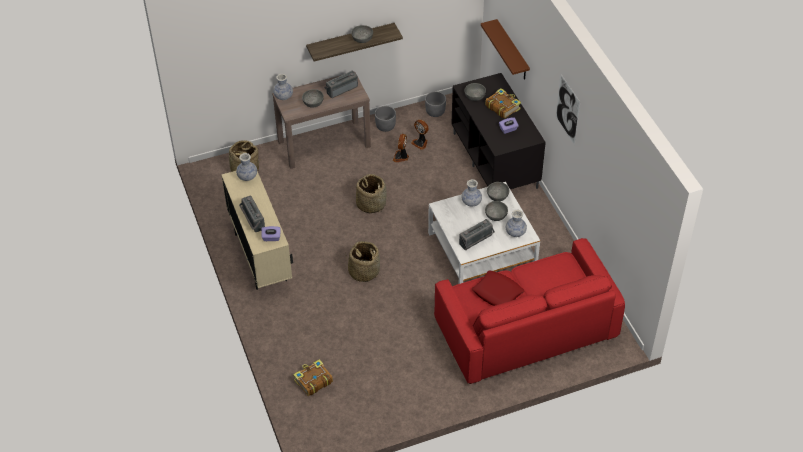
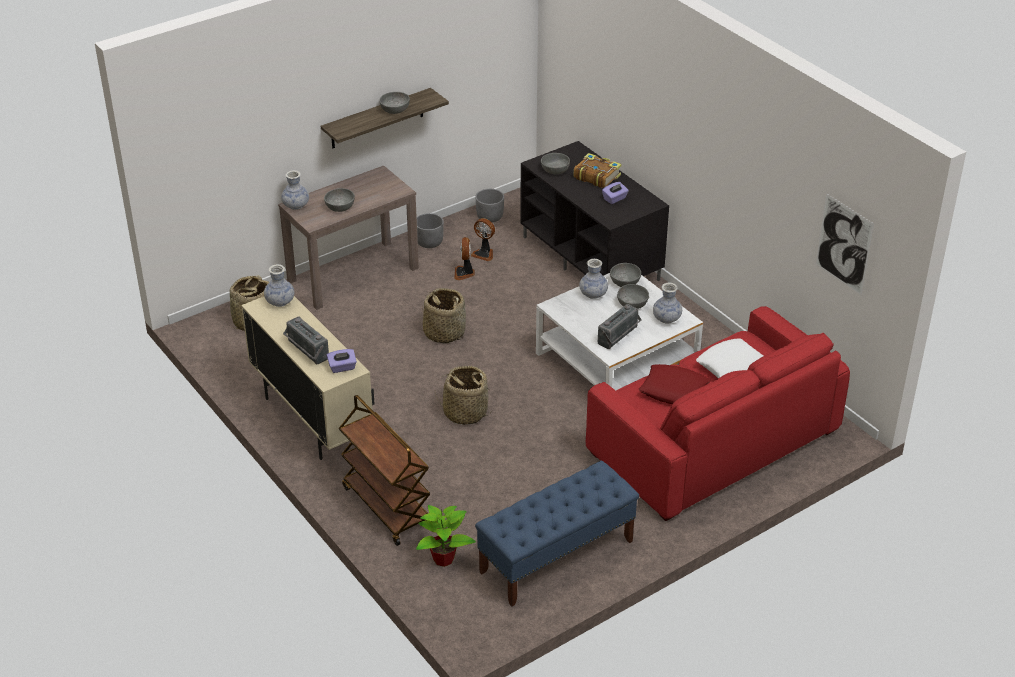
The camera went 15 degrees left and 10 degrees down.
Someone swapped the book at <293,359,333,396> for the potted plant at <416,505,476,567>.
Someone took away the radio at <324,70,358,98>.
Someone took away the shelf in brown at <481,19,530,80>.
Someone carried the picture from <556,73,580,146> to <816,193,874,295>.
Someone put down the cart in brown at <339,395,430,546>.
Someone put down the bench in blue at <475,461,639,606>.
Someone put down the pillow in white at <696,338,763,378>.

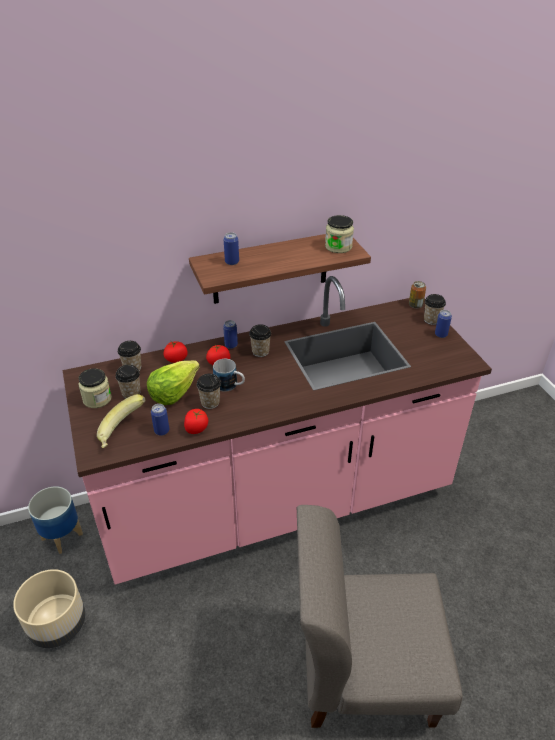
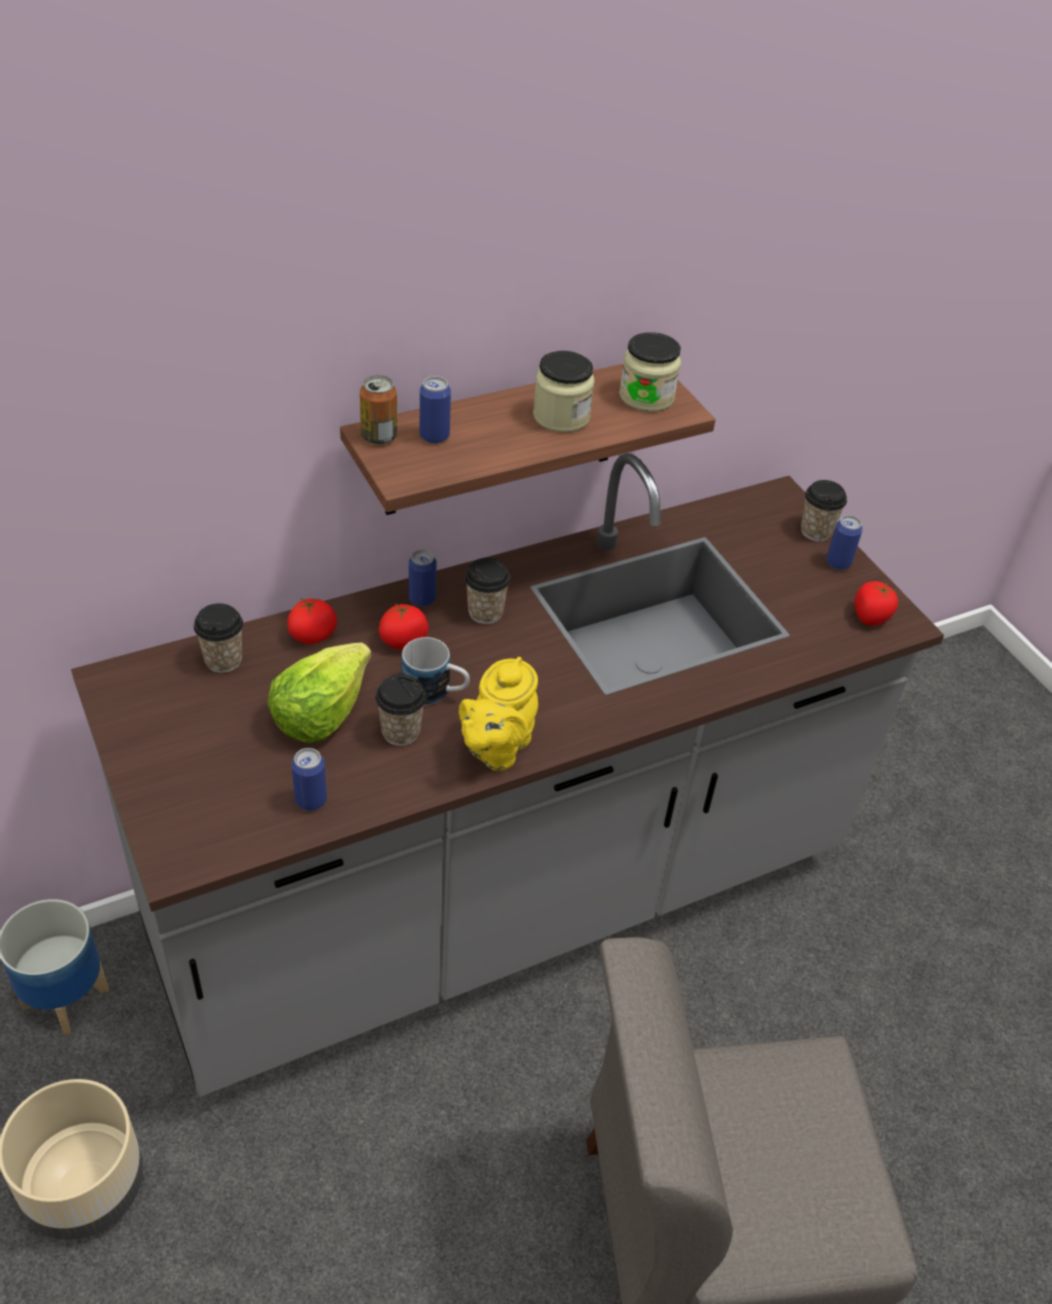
The camera went 10 degrees left and 5 degrees up.
Someone repainted the counter in pink at <63,276,492,585>, which became the counter in grey at <71,453,944,1097>.
Someone carried the jar from <78,368,112,408> to <533,351,595,432>.
Someone took away the banana at <97,394,145,448>.
Someone took away the cup at <115,365,141,399>.
Someone carried the tomato from <184,409,208,434> to <855,581,898,626>.
Someone carried the can from <409,281,426,309> to <360,375,397,445>.
Someone put down the teapot in yellow at <459,657,538,771>.

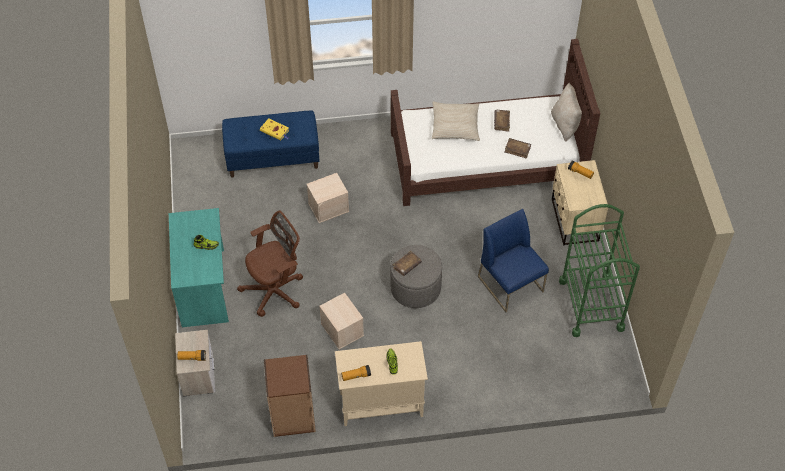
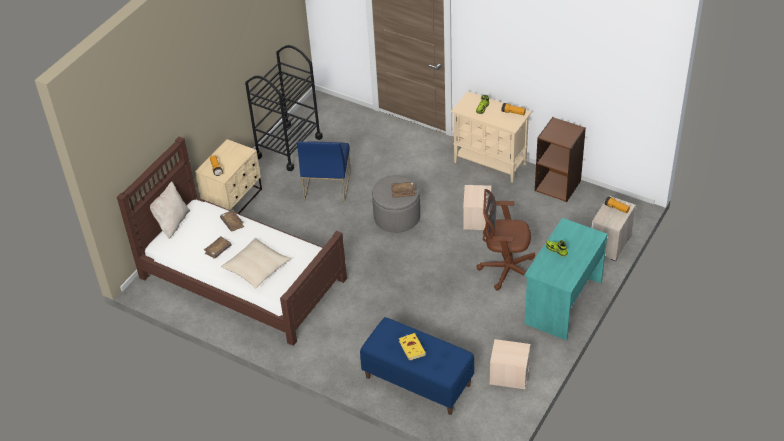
The camera went 140 degrees left and 10 degrees down.
Someone carried the storage box in beige from <306,173,349,223> to <490,339,530,389>.
Someone repainted the cart in green at <559,204,640,337>, which became the cart in black at <245,45,323,171>.

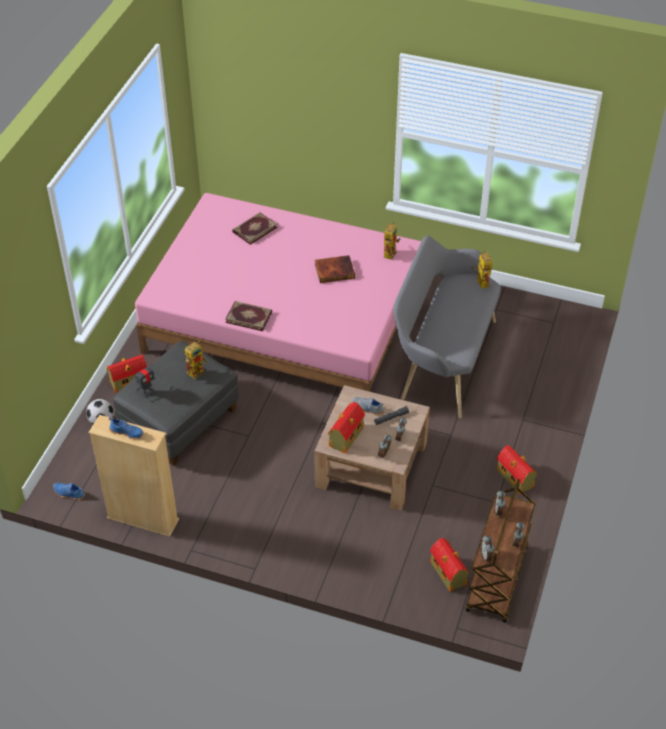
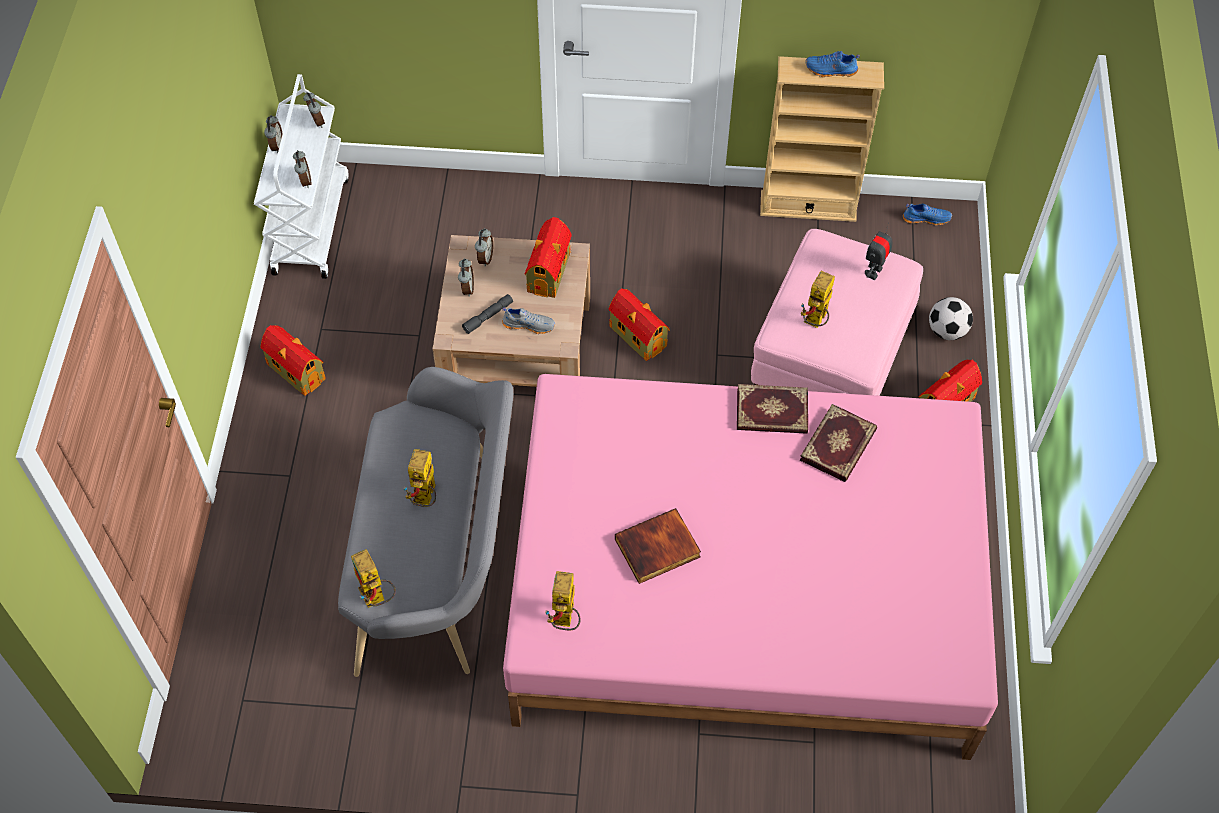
The camera went 165 degrees right and 10 degrees up.
Someone repainted the ottoman in grey at <113,341,239,466>, which became the ottoman in pink at <751,229,923,396>.
Someone carried the book from <232,212,278,245> to <800,404,877,482>.
Someone carried the toy house from <430,538,469,592> to <608,289,670,361>.
Someone repainted the cart in brown at <465,479,536,623>, which became the cart in white at <254,74,348,279>.
Someone put down the toy robot at <403,449,436,507>.

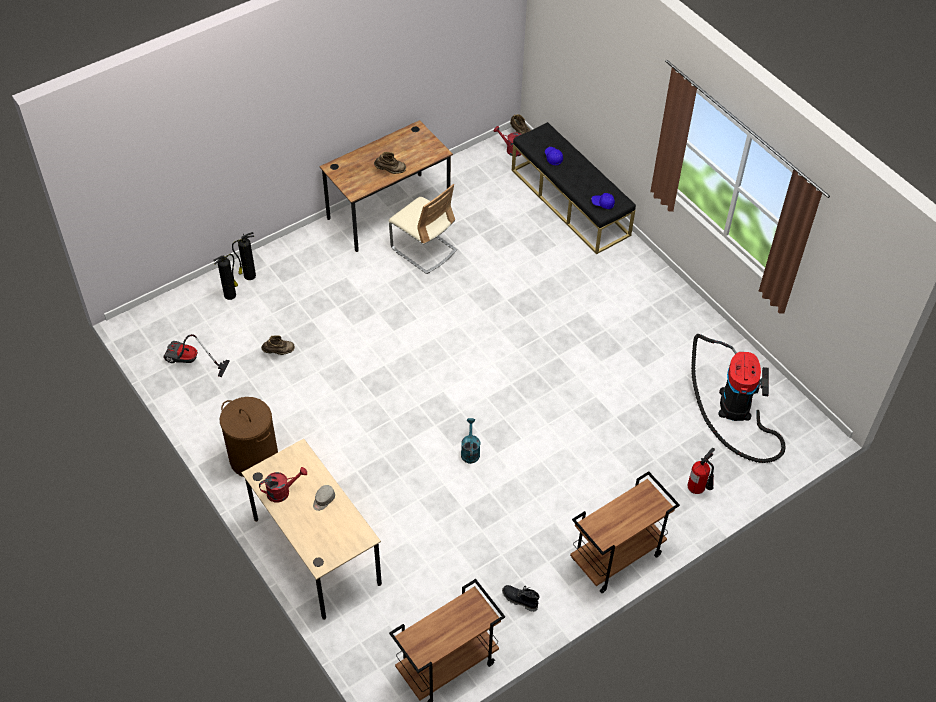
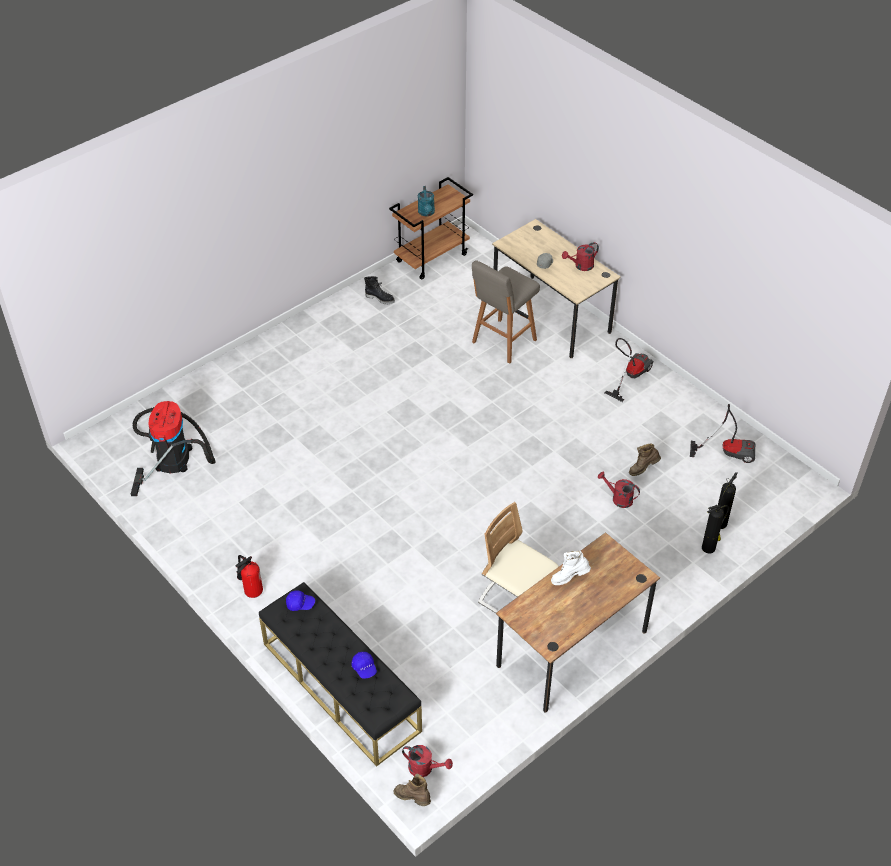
The camera went 175 degrees right and 5 degrees down.
Someone swapped the laundry basket in brown at <220,397,278,477> for the vacuum cleaner at <605,338,654,402>.
Someone repainted the boot in brown at <374,152,406,174>, which became the boot in white at <551,551,591,585>.
Someone carried the watering can in turquoise from <461,418,480,464> to <418,186,435,216>.
Someone took away the cart in brown at <570,471,680,593>.
Someone carried the fire extinguisher from <688,448,715,494> to <235,555,263,598>.
Someone put down the stool in grey at <472,260,540,364>.
Someone put down the watering can in red at <598,472,640,508>.

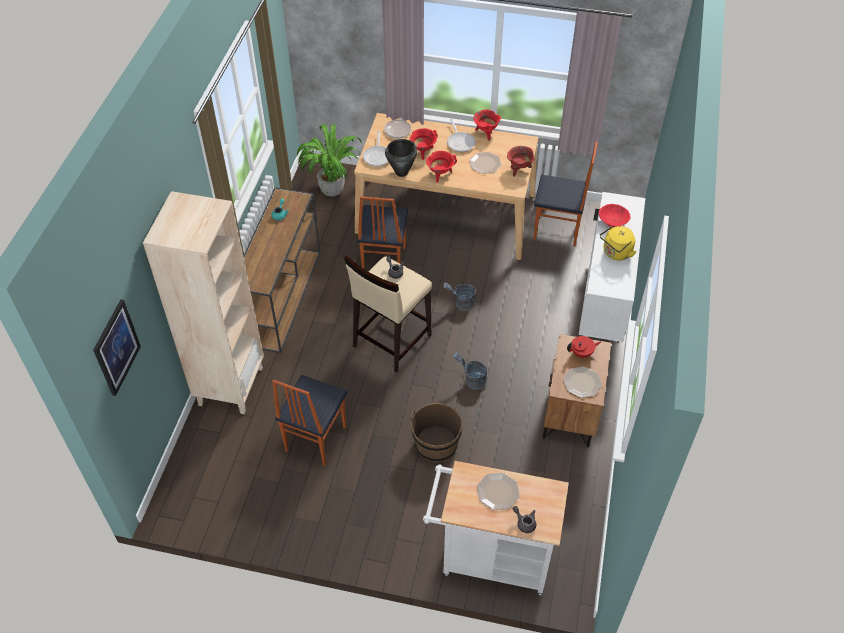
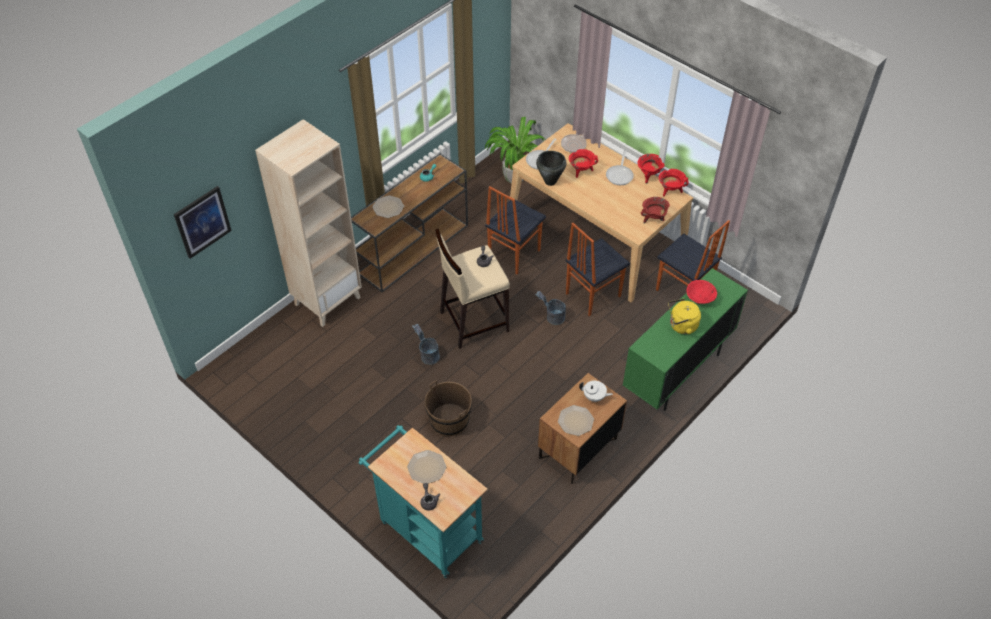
The camera went 30 degrees right and 0 degrees up.
Someone carried the chair from <272,375,348,466> to <566,222,630,316>.
Someone repainted the cart in white at <423,461,569,595>, which became the cart in turquoise at <358,425,488,578>.
Someone carried the cooking pot in red from <426,151,457,182> to <659,169,689,196>.
Someone carried the bucket in grey from <453,353,487,390> to <412,324,440,365>.
Someone carried the plate from <469,152,502,174> to <372,195,404,218>.
Someone repainted the teapot in red at <567,336,601,358>, which became the teapot in white at <579,381,613,402>.
Someone repainted the cabinet in white at <579,192,645,343>, which became the cabinet in green at <623,268,748,411>.

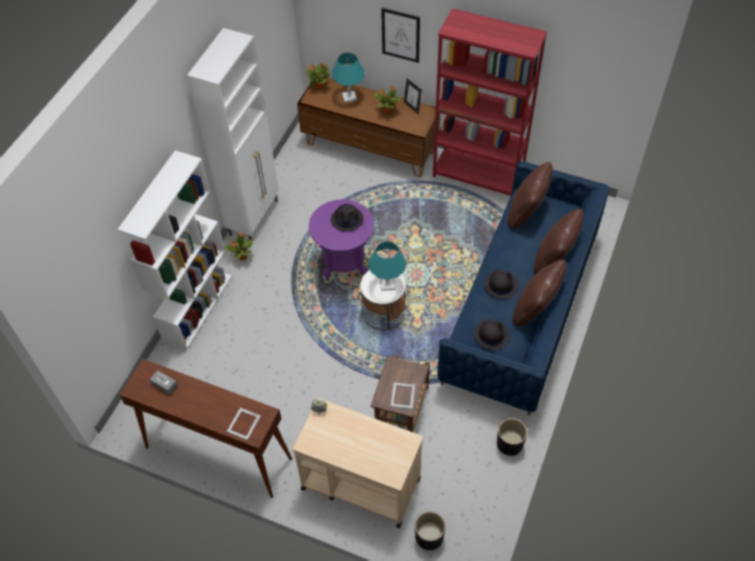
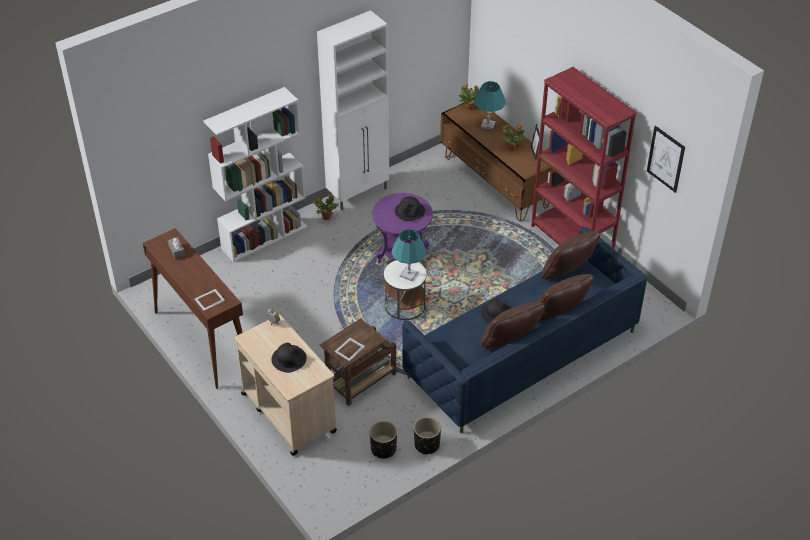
The camera went 30 degrees right and 10 degrees down.
Someone carried the picture from <381,8,420,63> to <647,126,685,193>.
Someone carried the planter in black from <415,511,446,550> to <370,421,397,458>.
Someone carried the hat in black from <474,319,510,350> to <271,343,307,373>.

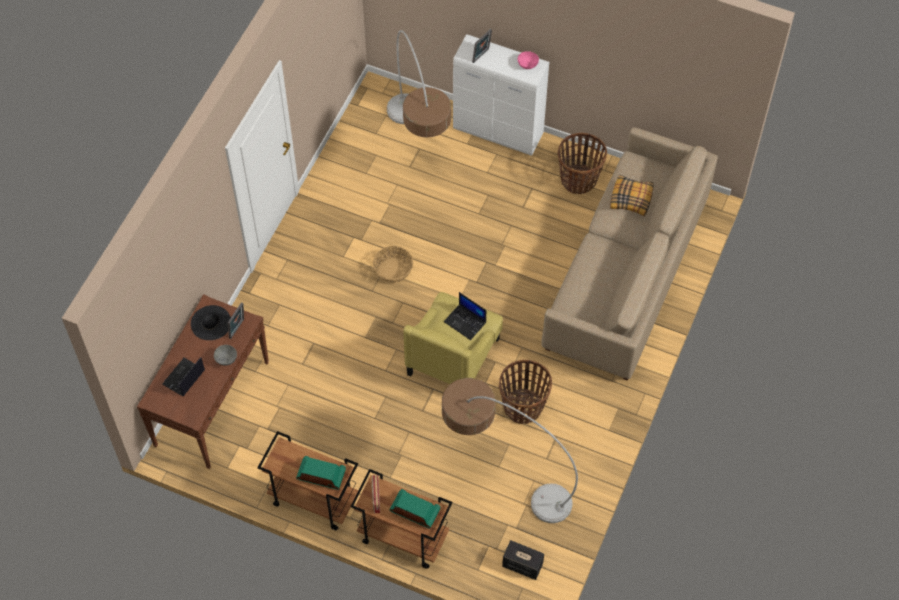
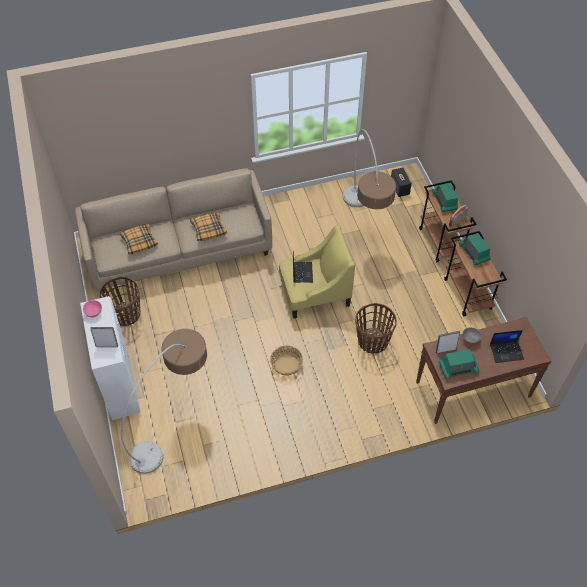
The camera went 130 degrees left and 5 degrees down.
Someone swapped the hat in black at <191,305,231,340> for the radio at <439,349,479,379>.
Someone carried the basket from <499,360,552,424> to <355,303,397,354>.
Someone put down the pillow at <190,212,227,241>.

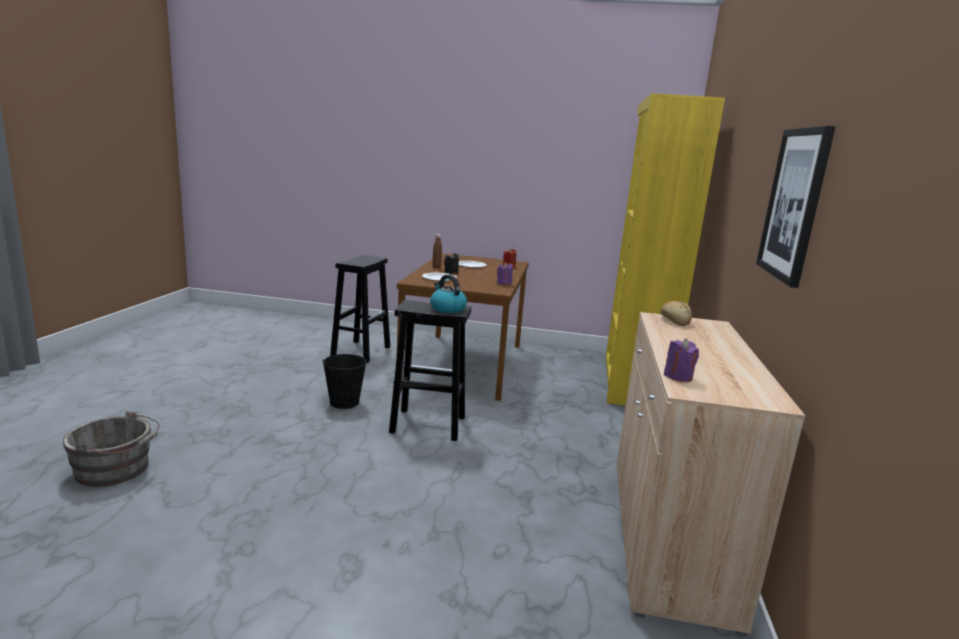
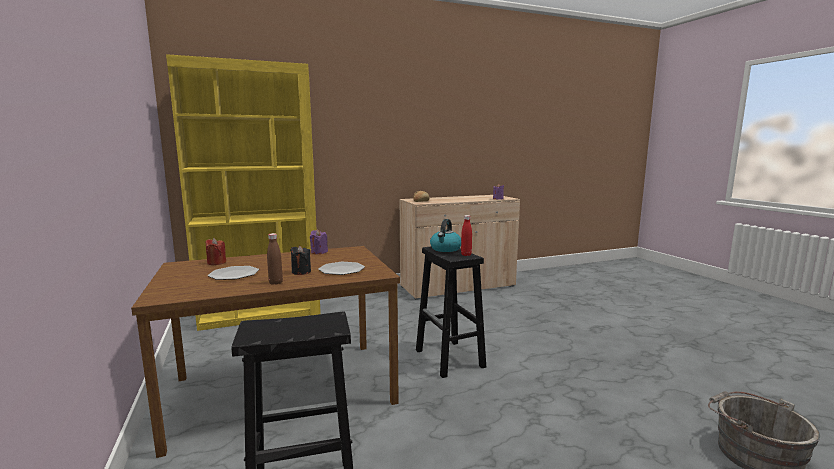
The camera went 120 degrees left and 5 degrees down.
Someone took away the bucket in black at <322,354,367,409>.
Someone took away the picture at <756,126,836,288>.
Someone put down the bottle in red at <461,215,472,256>.

